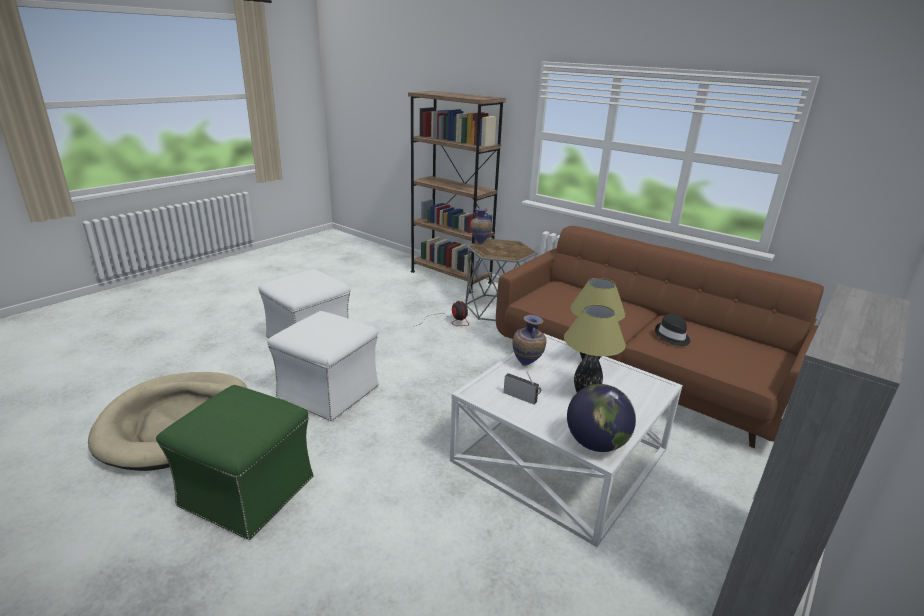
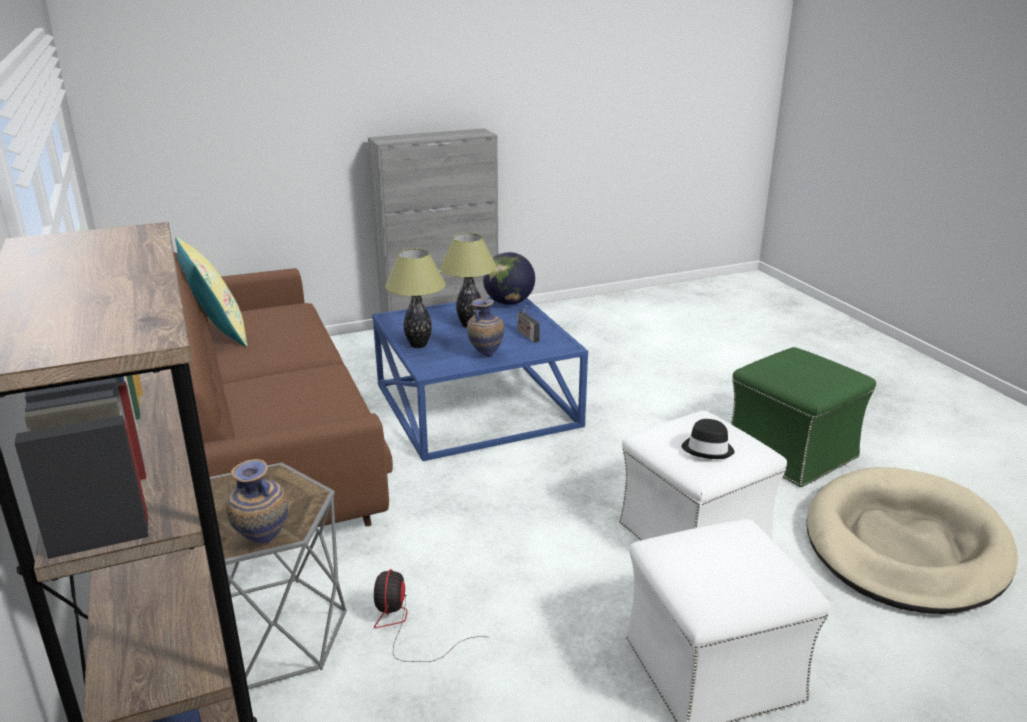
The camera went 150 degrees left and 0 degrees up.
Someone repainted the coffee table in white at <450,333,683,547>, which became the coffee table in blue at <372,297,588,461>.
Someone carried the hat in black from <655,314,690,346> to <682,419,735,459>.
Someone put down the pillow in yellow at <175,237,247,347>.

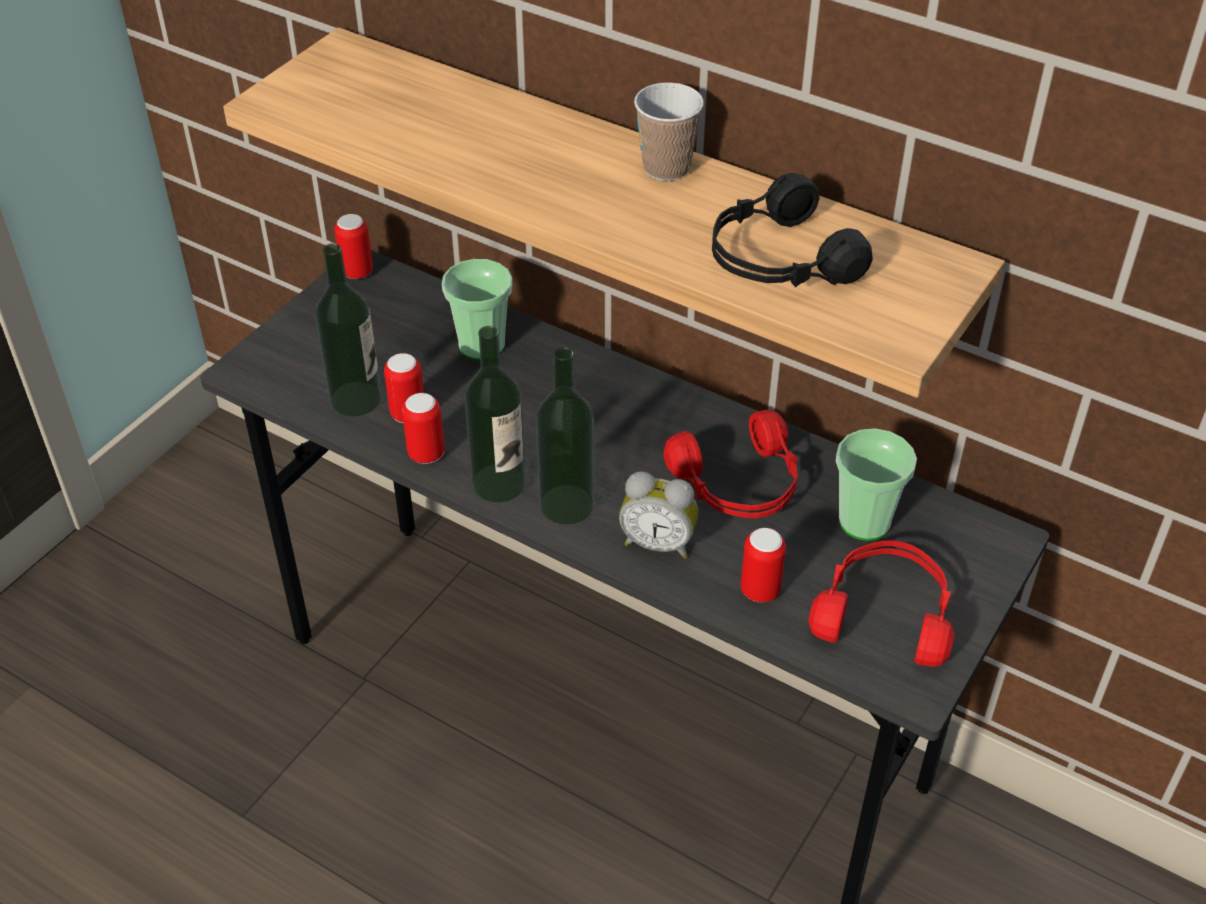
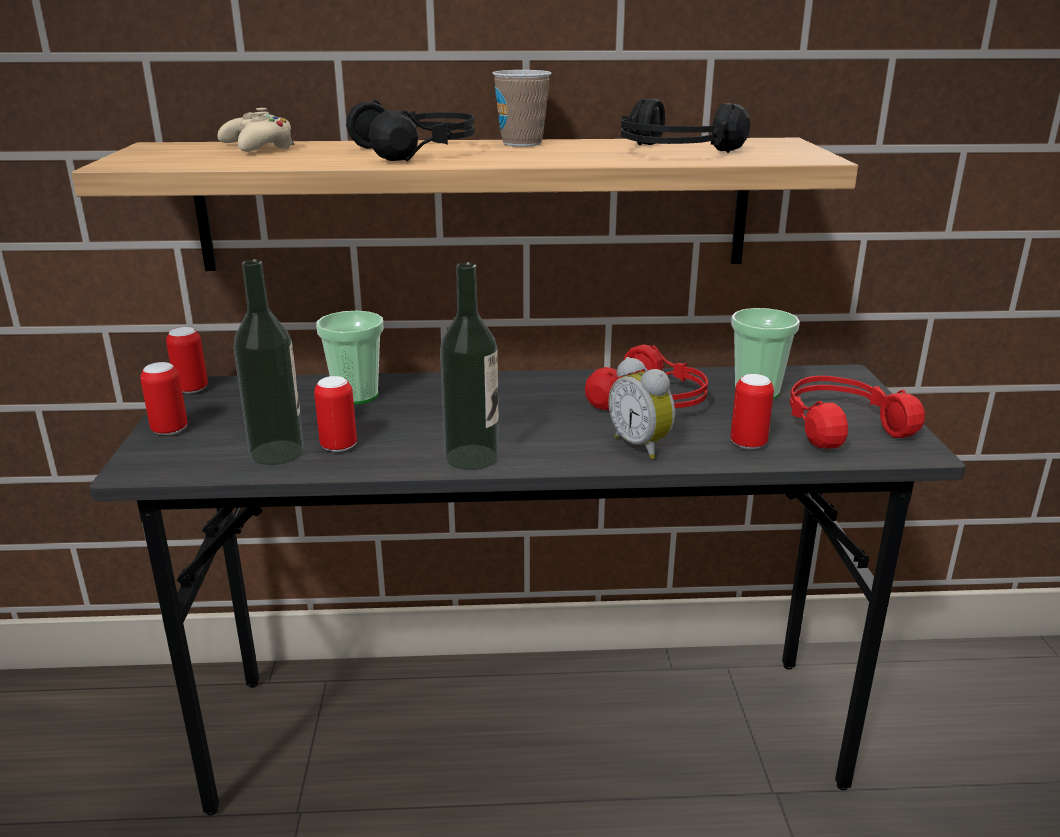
The camera went 35 degrees left and 20 degrees down.
Someone carried the can from <402,393,445,464> to <140,362,187,435>.
Someone took away the bottle at <536,347,595,524>.
Someone rotated the alarm clock at <619,471,698,558> by 75 degrees clockwise.
Someone put down the game controller in beige at <217,108,294,152>.
Someone put down the headphones in black at <346,100,475,161>.

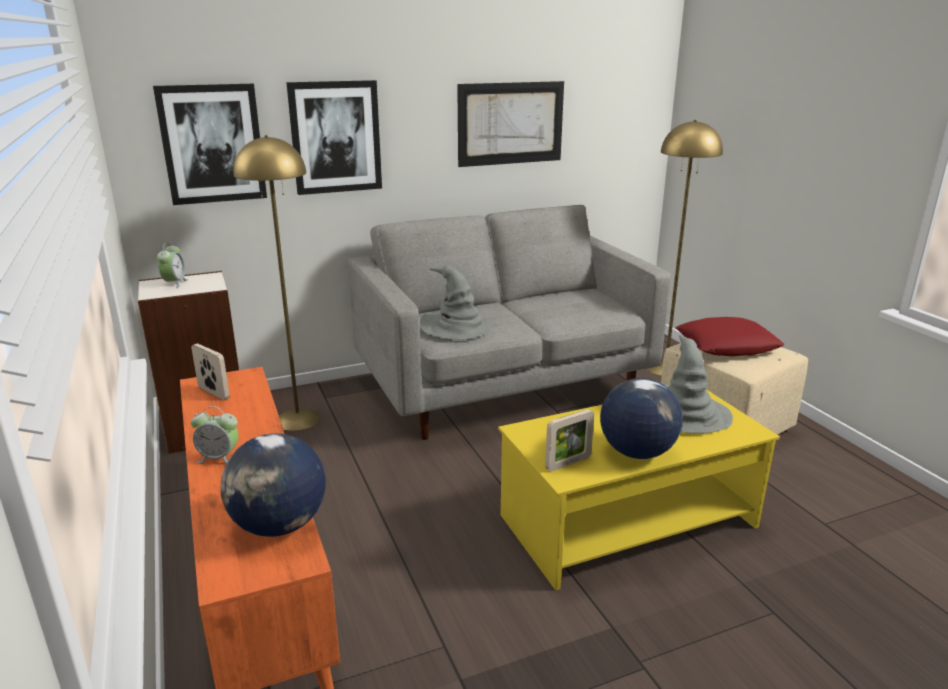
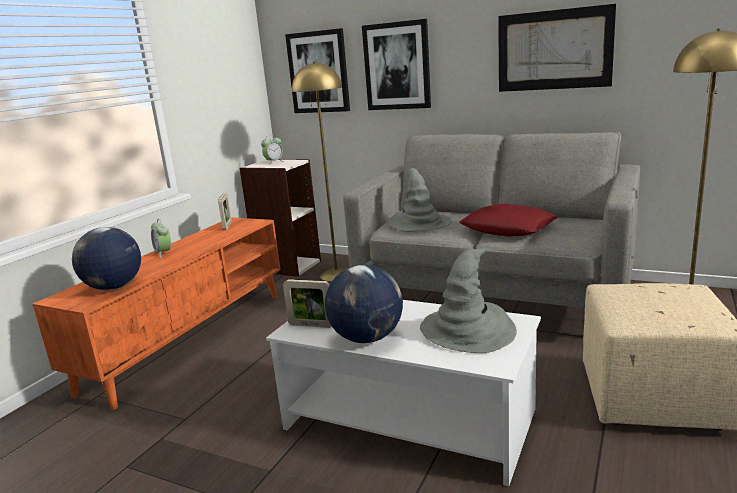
The camera went 50 degrees right and 5 degrees down.
Someone repainted the coffee table in yellow at <498,390,780,591>, which became the coffee table in white at <266,300,541,486>.
Someone carried the pillow in red from <676,317,784,356> to <459,204,558,237>.

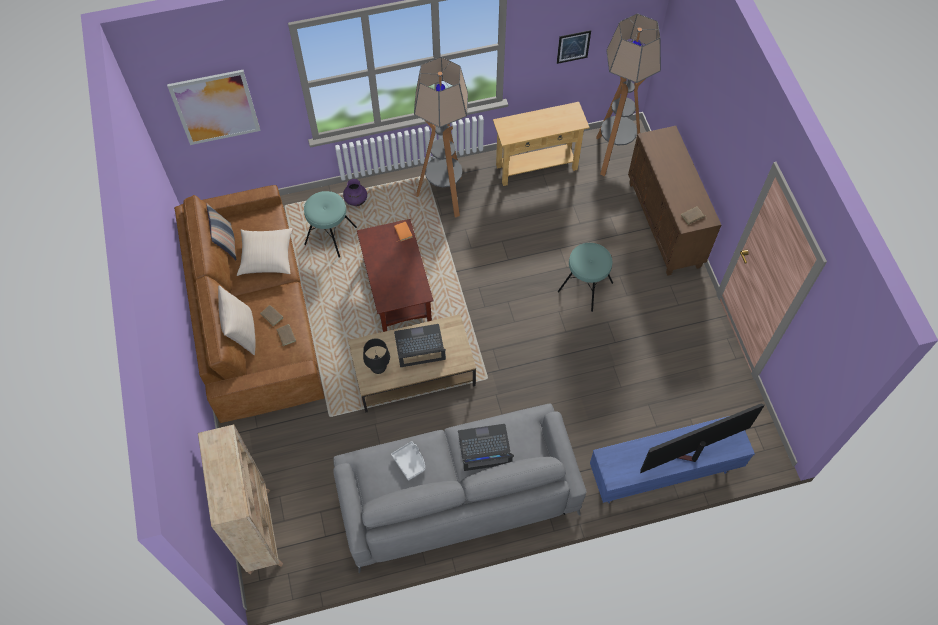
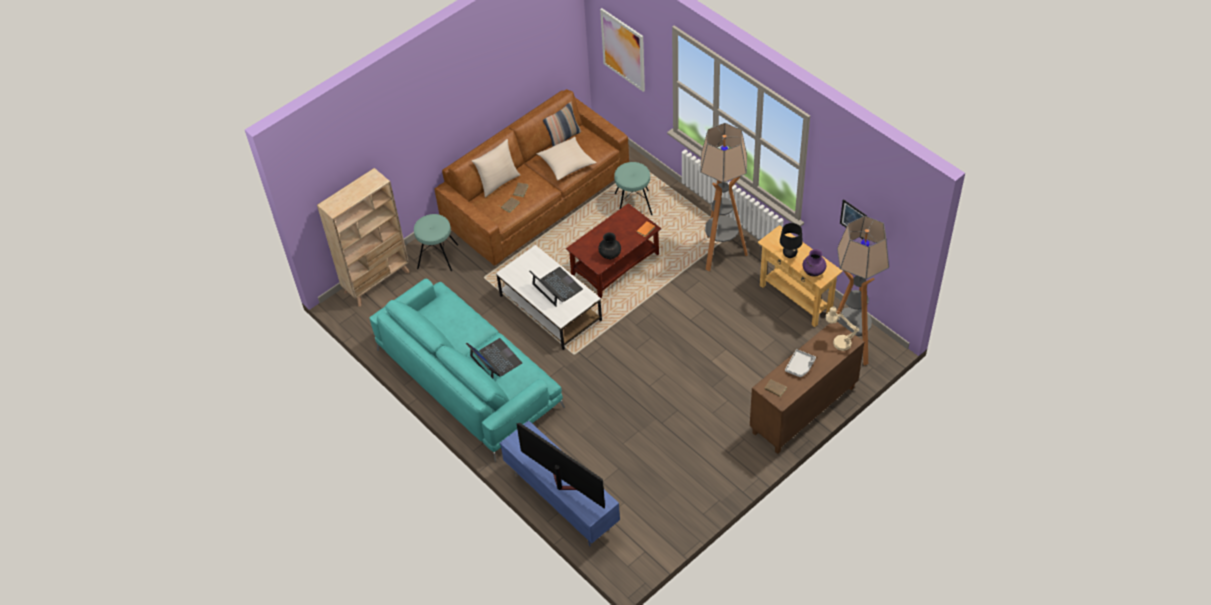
The camera went 65 degrees right and 10 degrees down.
Someone repainted the sofa in grey at <333,404,587,573>, which became the sofa in turquoise at <369,279,565,462>.
Someone carried the vase in purple from <343,179,367,206> to <803,249,826,277>.
Someone repainted the coffee table in brown at <348,314,476,413>, which became the coffee table in white at <496,245,602,350>.
Someone carried the table lamp in black from <363,338,390,374> to <780,223,803,258>.
Someone carried the tray in grey from <391,441,425,481> to <785,349,816,377>.
Someone carried the stool in turquoise from <558,243,613,312> to <414,214,458,271>.
Someone put down the vase in black at <598,233,621,259>.
Someone put down the table lamp in beige at <825,307,859,351>.

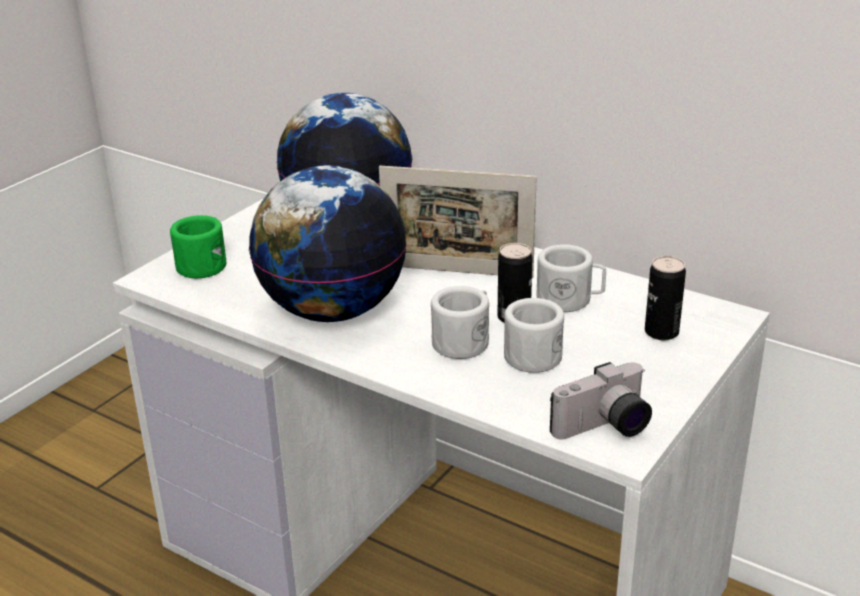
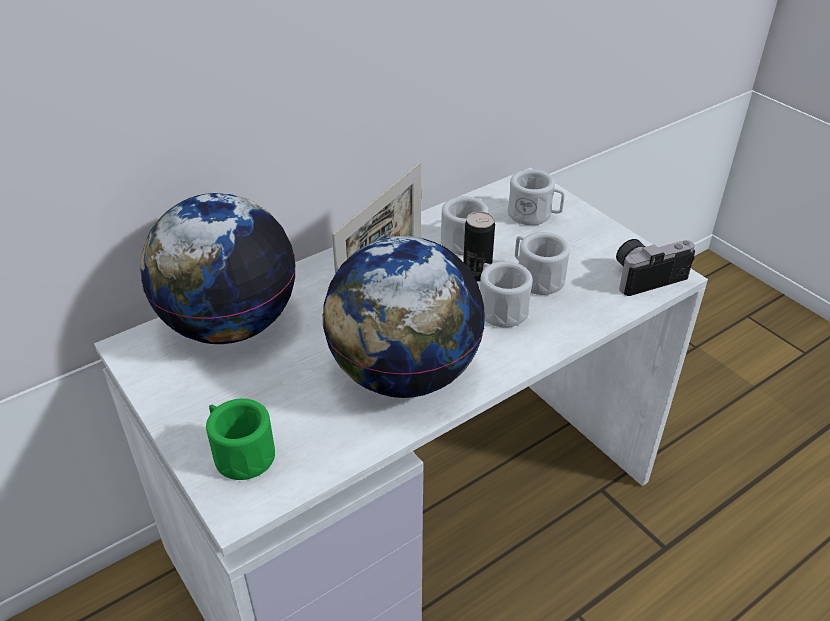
The camera went 70 degrees left and 10 degrees up.
Someone rotated the photo camera at <550,362,652,439> by 105 degrees counterclockwise.
Someone swapped the can at <645,256,686,340> for the mug in white at <508,169,565,225>.

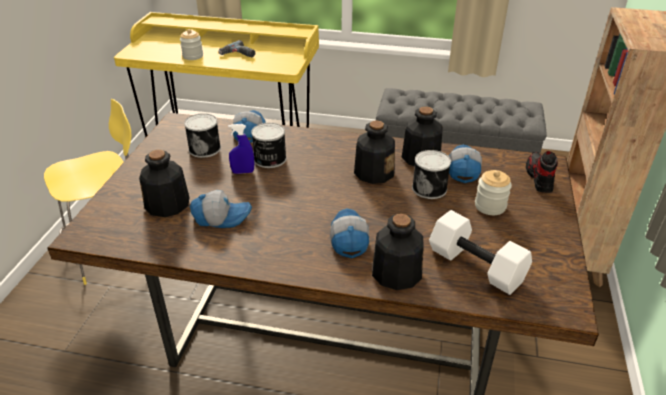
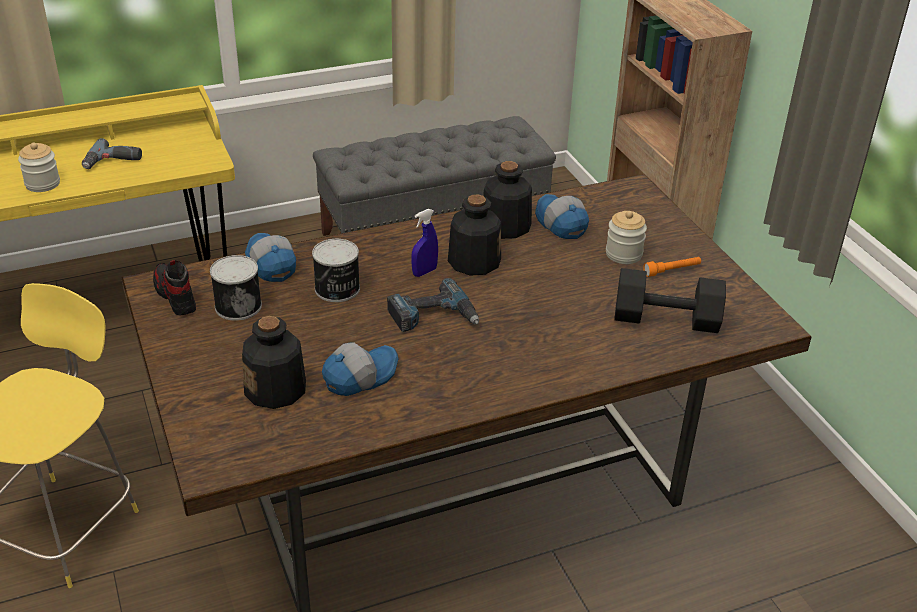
The camera went 35 degrees left and 0 degrees up.
Someone carried the spray bottle in blue from <228,124,254,174> to <411,209,438,277>.
Someone took away the cap at <330,208,369,258>.
Someone took away the bottle at <372,214,424,290>.
Someone took away the can at <412,150,451,199>.
Someone repainted the dumbbell in white at <429,210,532,295>, which became the dumbbell in black at <614,268,726,333>.
Someone carried the shoe from <526,151,558,193> to <153,260,196,315>.
Someone put down the power drill at <387,278,479,332>.
Someone put down the flashlight in orange at <643,257,701,277>.

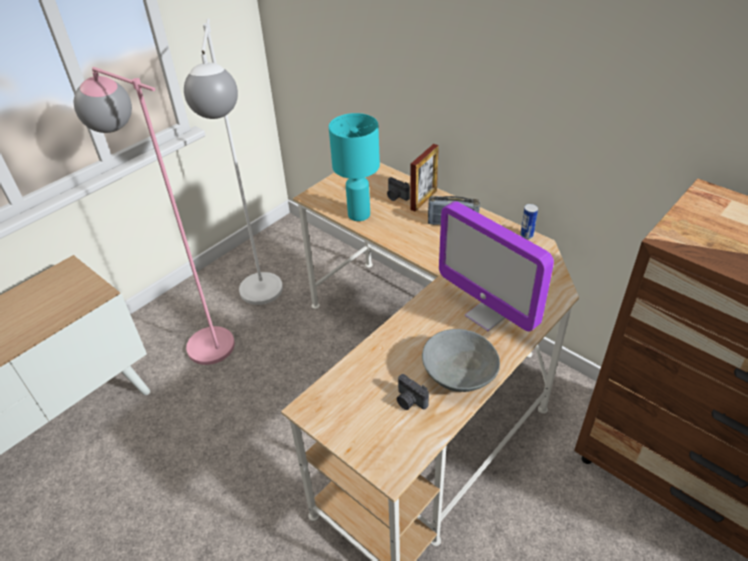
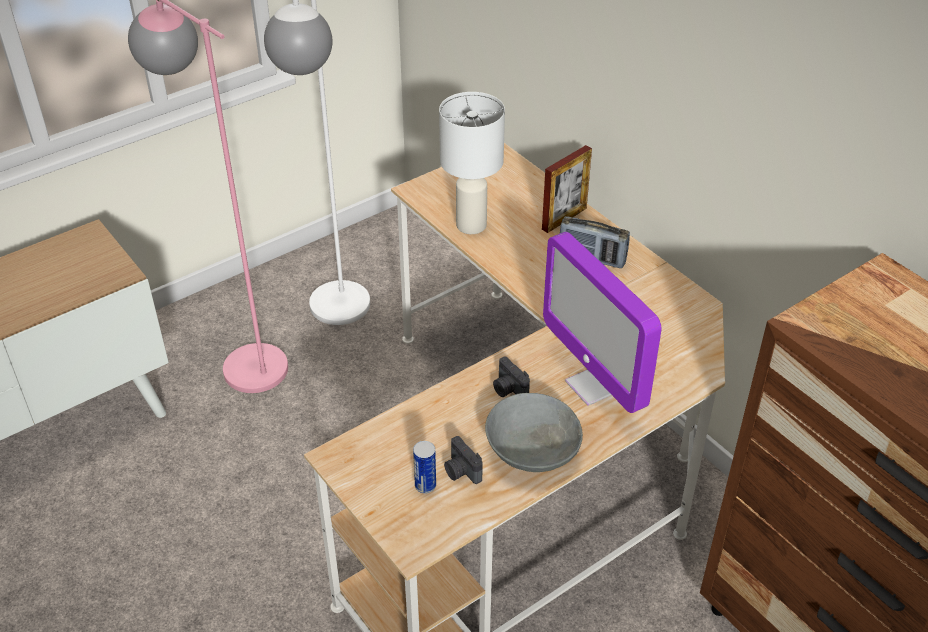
The camera went 10 degrees right and 0 degrees up.
Someone repainted the table lamp in turquoise at <329,113,380,221>, which became the table lamp in white at <439,92,505,234>.
Someone carried the photo camera from <387,177,410,201> to <493,356,530,397>.
Someone carried the can from <520,204,538,239> to <413,441,436,493>.

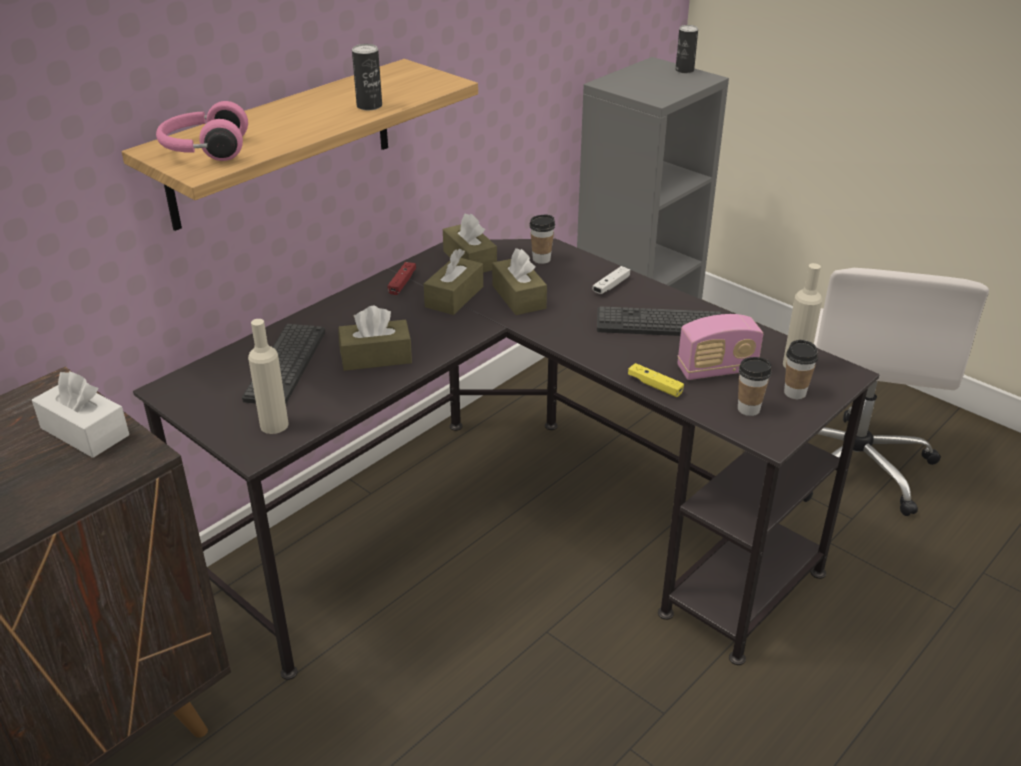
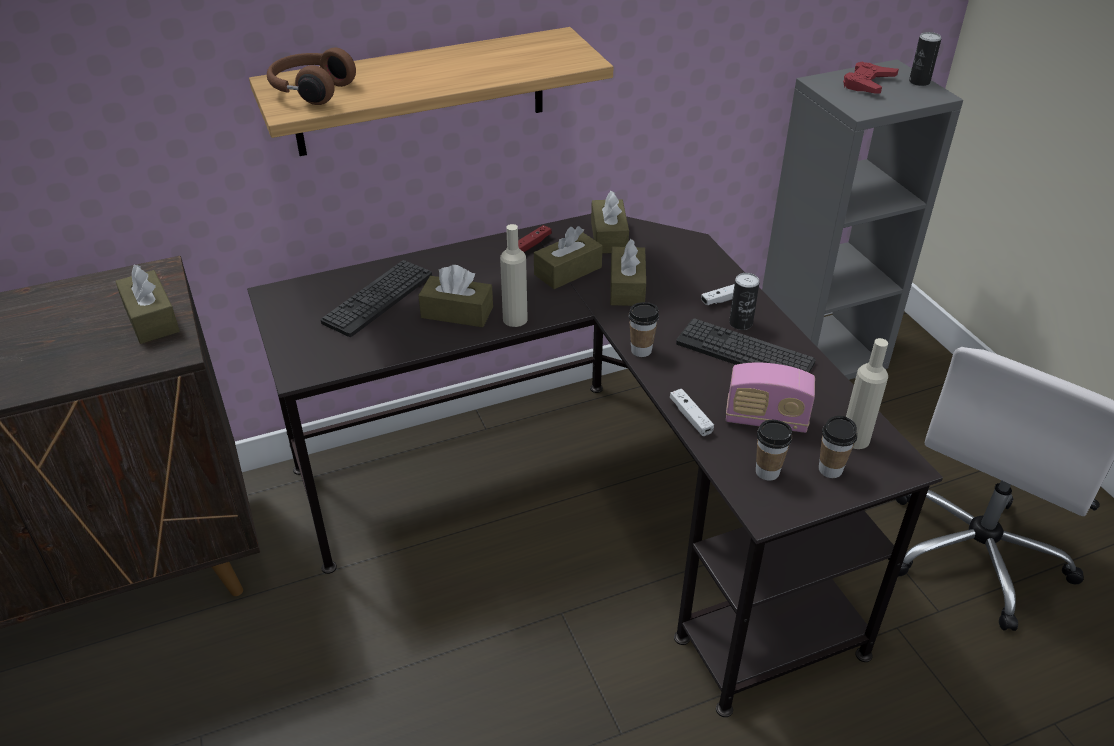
The camera went 25 degrees right and 5 degrees up.
Someone repainted the tissue box in white at <32,371,129,458>, which became the tissue box in brown at <115,265,180,344>.
Someone repainted the headphones in pink at <156,101,248,161>, which became the headphones in brown at <267,47,356,105>.
Someone carried the bottle in beige from <248,319,289,434> to <500,224,528,327>.
Someone carried the can from <352,44,382,110> to <729,273,760,330>.
Someone carried the cup from <529,215,555,264> to <629,302,659,357>.
Someone repainted the game controller in yellow at <628,363,684,397>, which became the game controller in white at <670,389,714,436>.
Someone put down the game controller in red at <843,62,899,94>.

